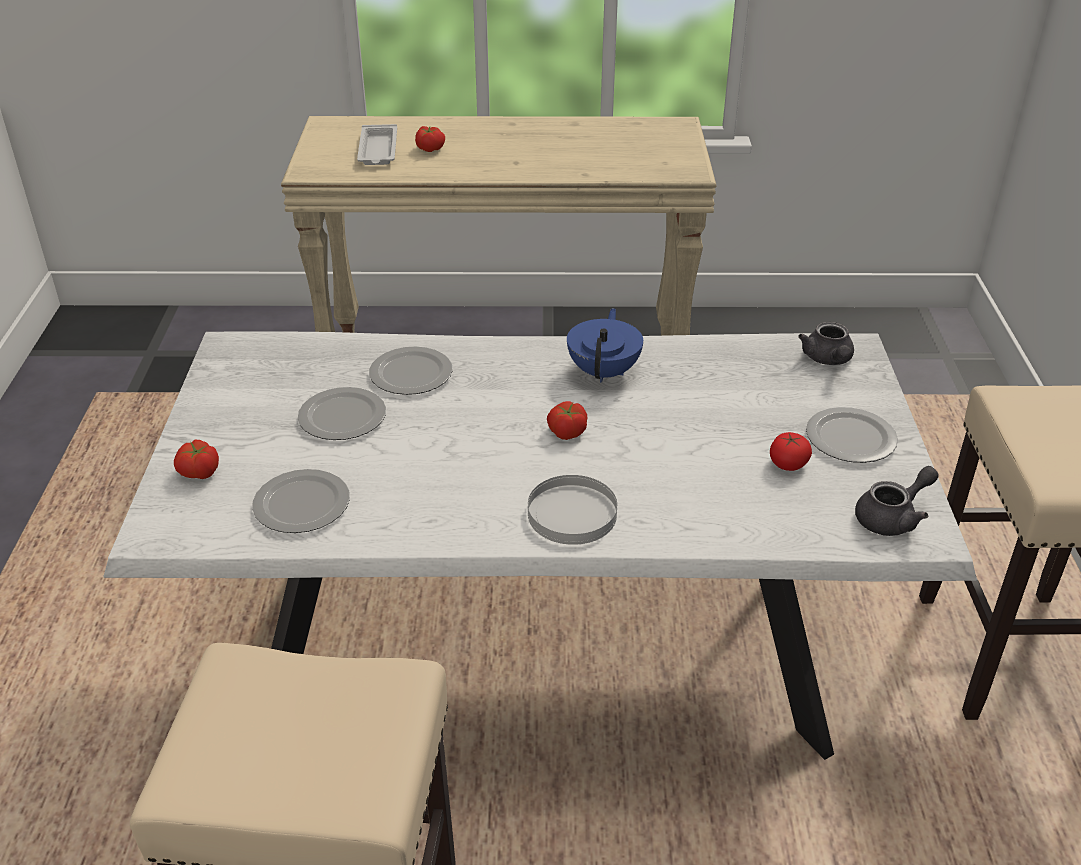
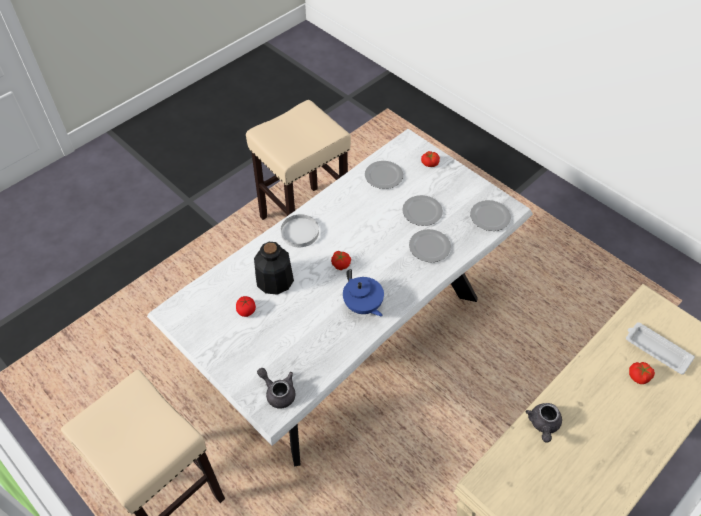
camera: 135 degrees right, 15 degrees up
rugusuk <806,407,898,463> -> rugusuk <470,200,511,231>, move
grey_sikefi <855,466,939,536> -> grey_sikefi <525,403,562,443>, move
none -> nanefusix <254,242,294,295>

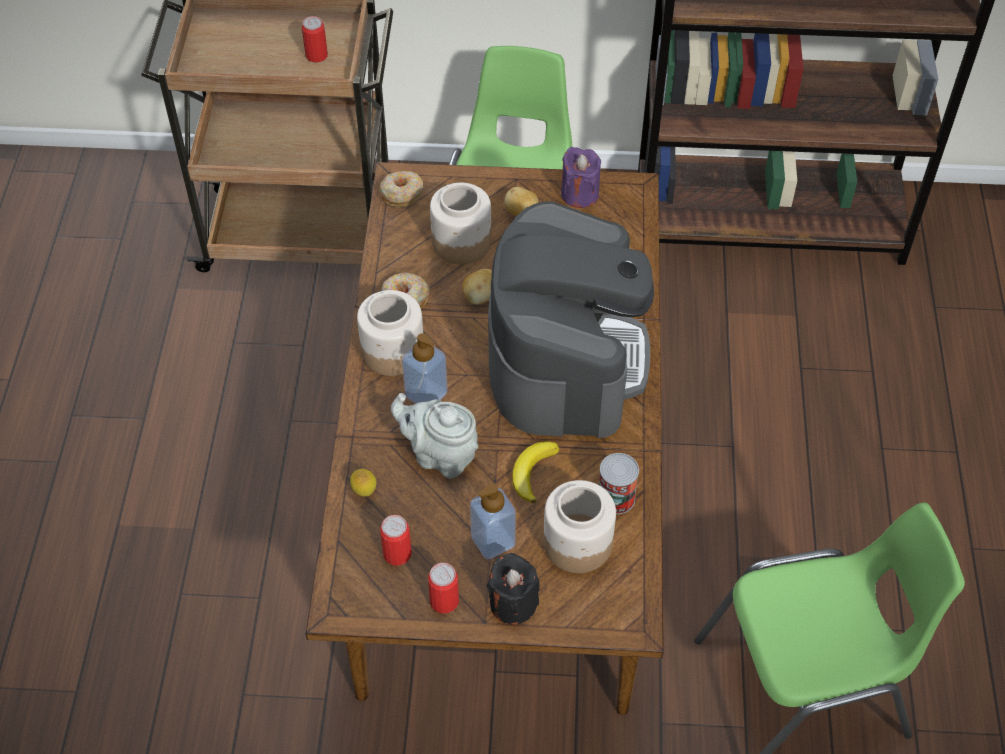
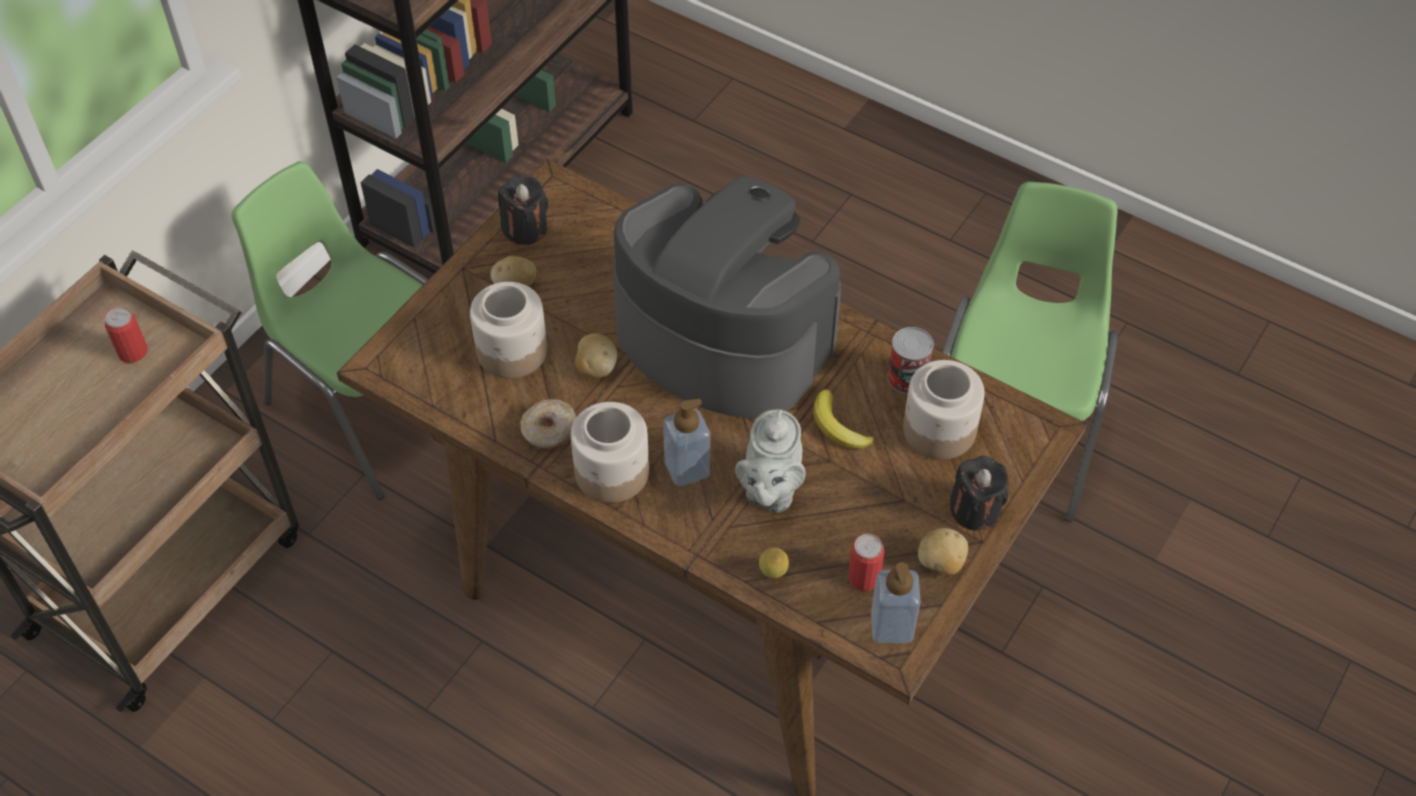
camera: 60 degrees left, 0 degrees up
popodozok <379,171,423,207> -> none
grey_sikefi <391,393,478,479> -> grey_sikefi <735,409,806,513>, 45 degrees counterclockwise
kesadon <428,563,459,614> -> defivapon <918,528,968,575>
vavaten <470,484,516,559> -> vavaten <871,562,921,643>, move
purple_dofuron <561,147,601,208> -> black_dofuron <498,177,548,245>

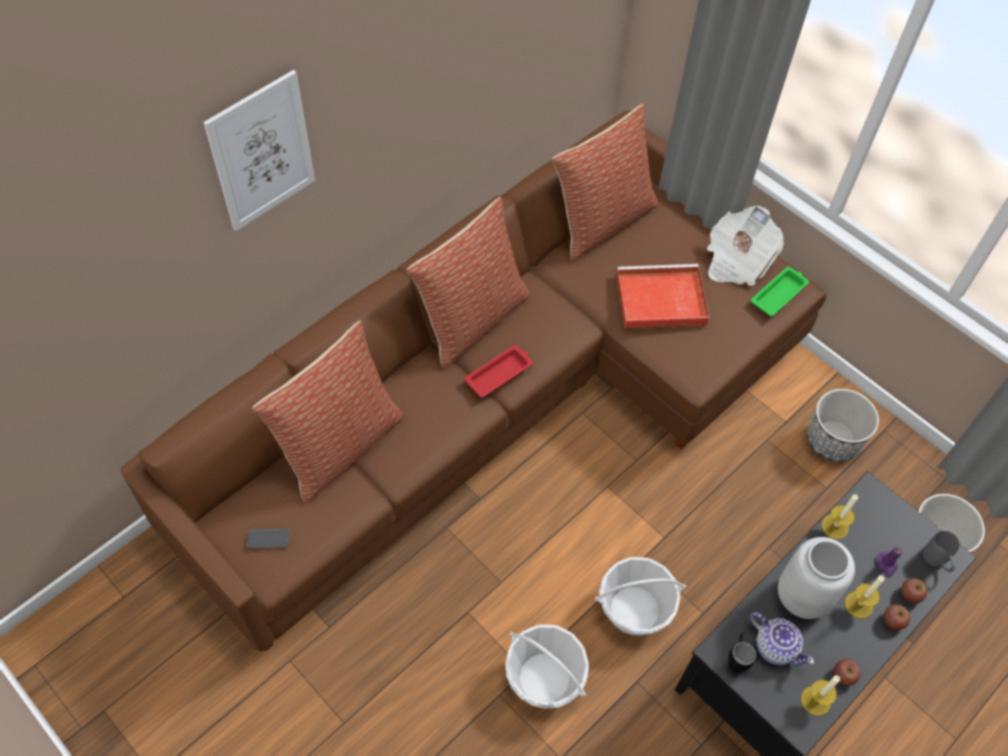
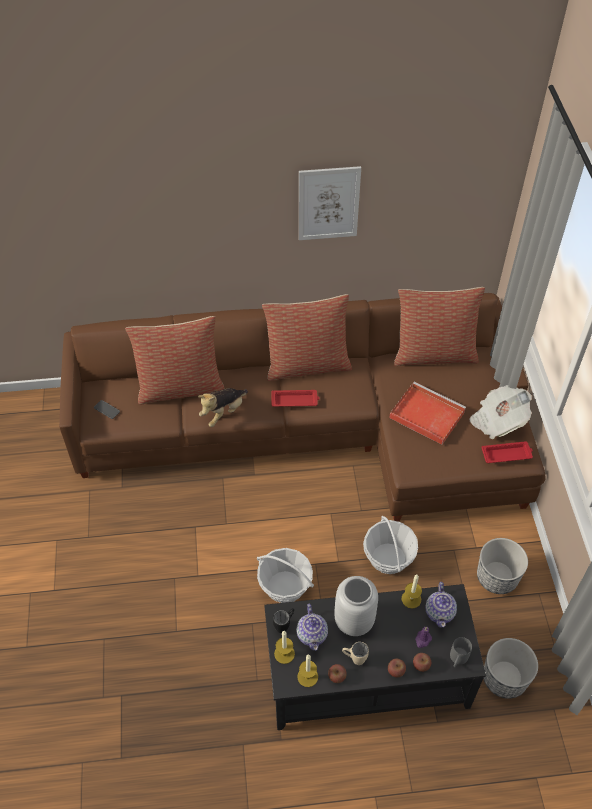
camera: 40 degrees right, 5 degrees down
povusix <203,70,315,231> -> povusix <299,166,361,240>, move
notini <505,625,589,709> -> notini <363,516,418,574>, move
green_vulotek <750,267,809,316> -> red_vulotek <482,441,533,463>
dofuron <845,575,884,618> -> dofuron <274,631,295,664>, move
none -> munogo <198,388,248,427>
none -> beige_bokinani <342,642,369,665>
none -> sikefi <425,582,457,628>

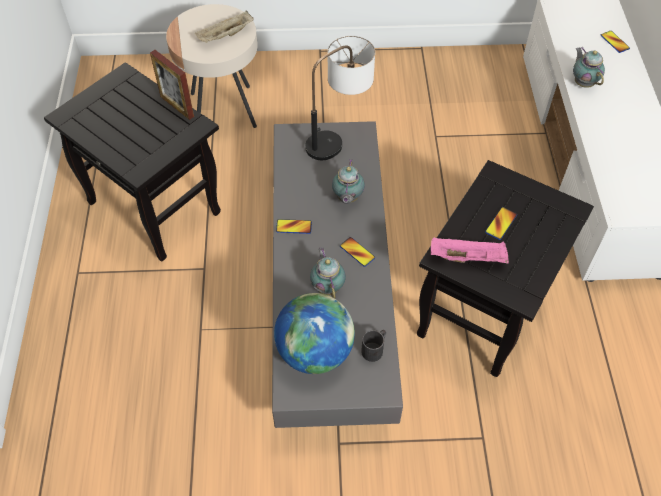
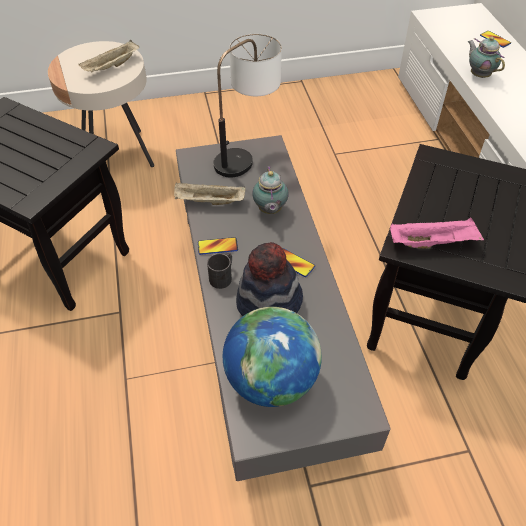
camera: 10 degrees left, 5 degrees down
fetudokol <150,50,194,120> -> none
sikefi <310,247,346,298> -> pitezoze <236,242,303,316>
black_bokinani <361,330,386,362> -> black_bokinani <207,253,232,289>, move
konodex <485,207,517,240> -> none
none -> beige_vulotek <174,183,245,205>

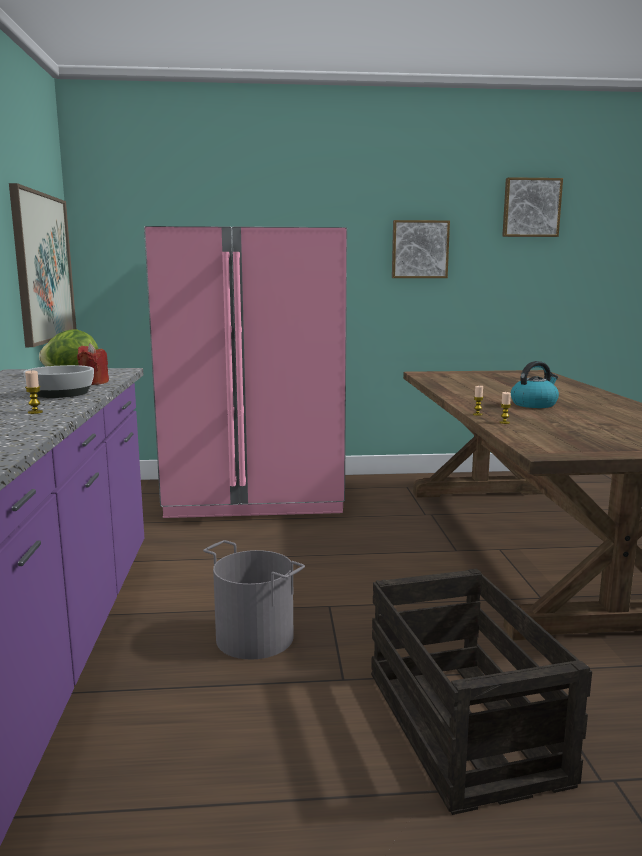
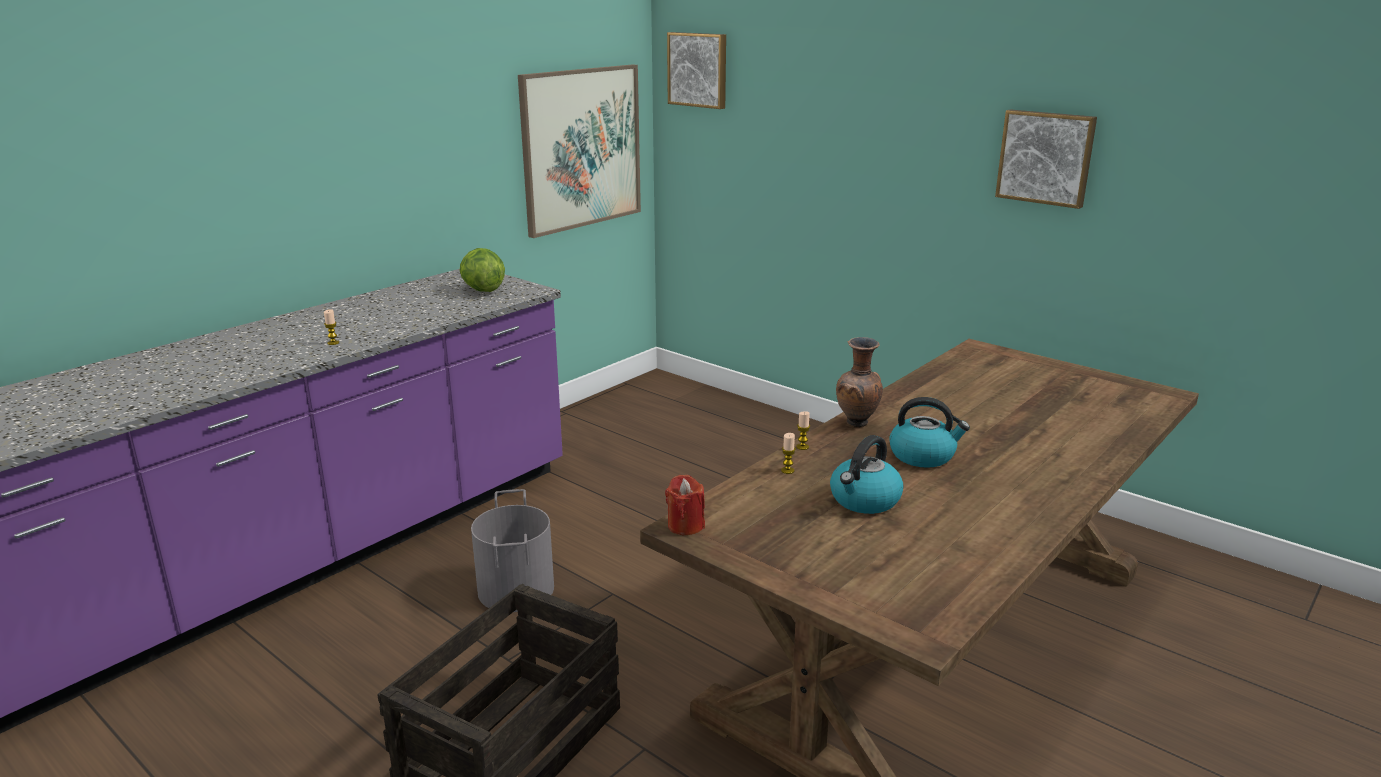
camera: 45 degrees right, 10 degrees up
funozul <23,365,94,398> -> none
red_dofuron <77,343,109,385> -> red_dofuron <665,475,705,535>, move
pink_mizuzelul <144,226,347,518> -> none
povusix <502,177,563,237> -> povusix <667,32,726,109>, move
none -> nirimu <830,435,904,514>
none -> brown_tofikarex <836,337,883,428>

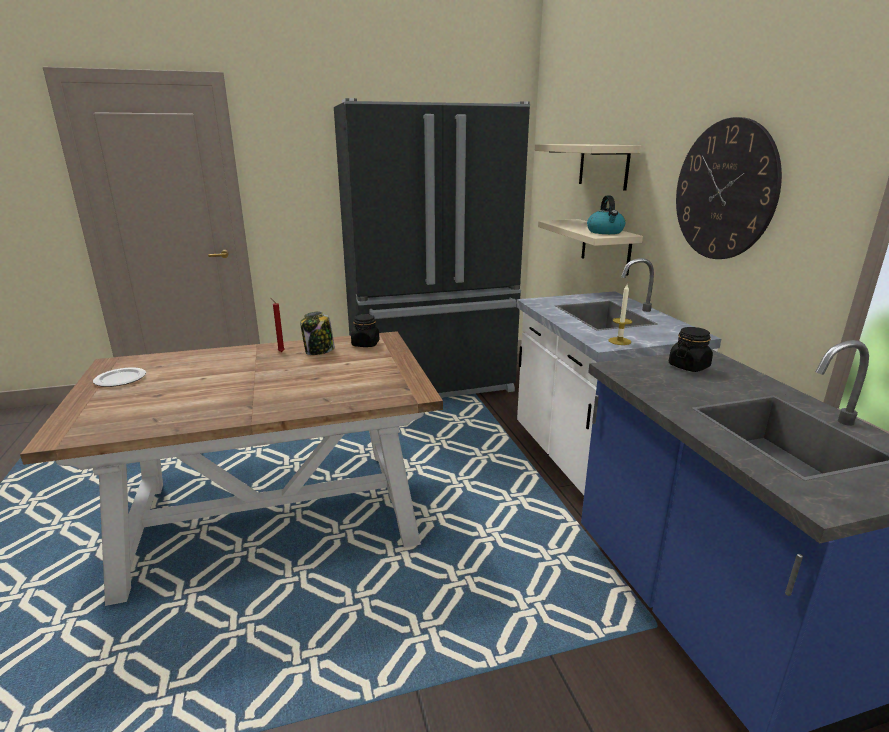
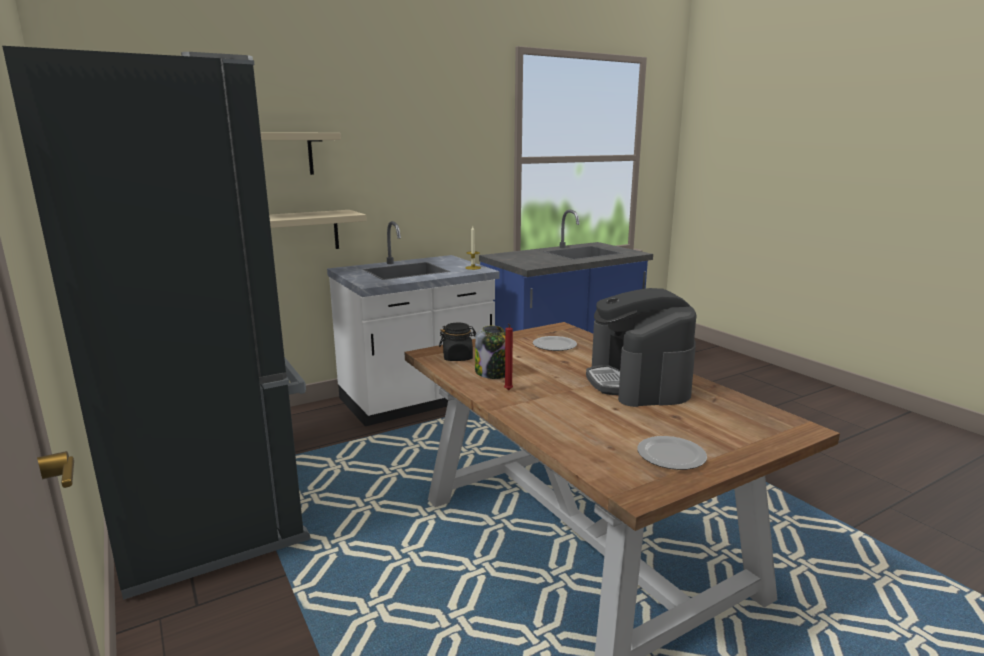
camera: 105 degrees left, 5 degrees down
nirimu <587,196,625,234> -> none
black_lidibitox <669,327,713,372> -> none
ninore <676,117,782,259> -> none
none -> rugusuk <533,336,577,351>
none -> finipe <586,288,697,407>

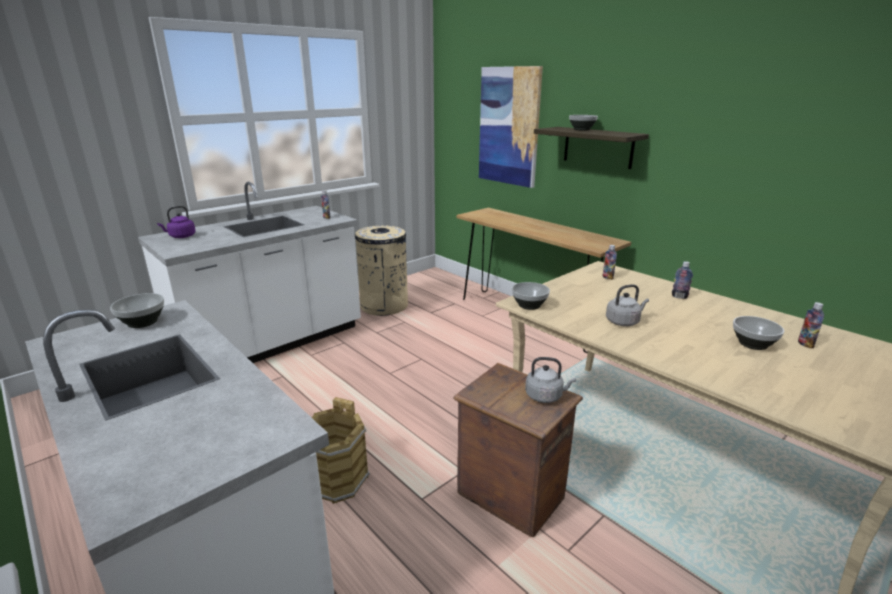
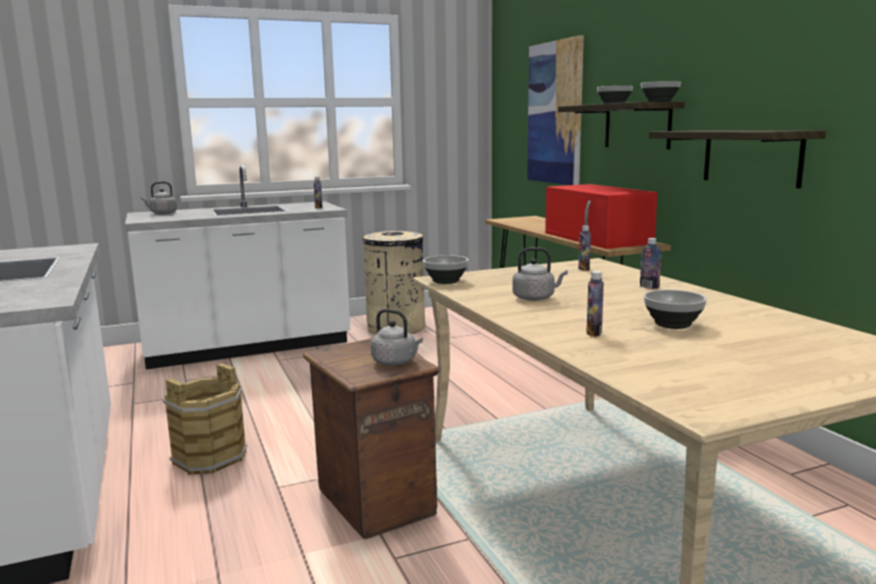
camera: 20 degrees right, 10 degrees down
funozul <110,293,164,328> -> funozul <641,81,681,102>, move
purple_nirimu <157,206,196,238> -> grey_nirimu <141,182,177,214>
nanefusix <798,302,824,348> -> nanefusix <586,271,604,337>, move
none -> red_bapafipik <545,184,658,249>
none -> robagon <649,130,826,188>

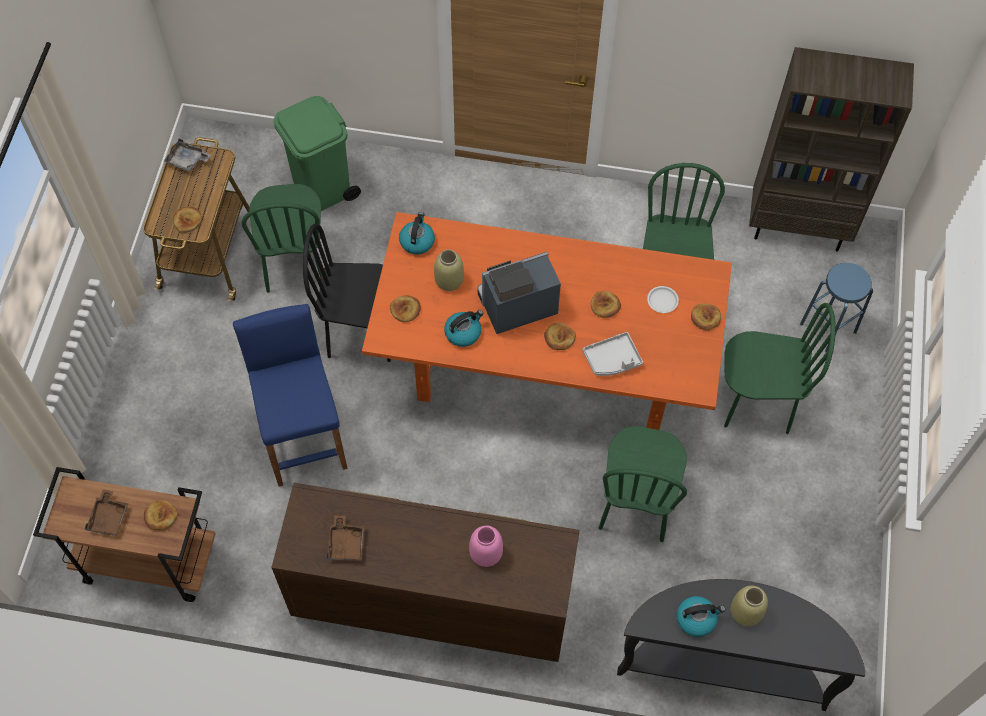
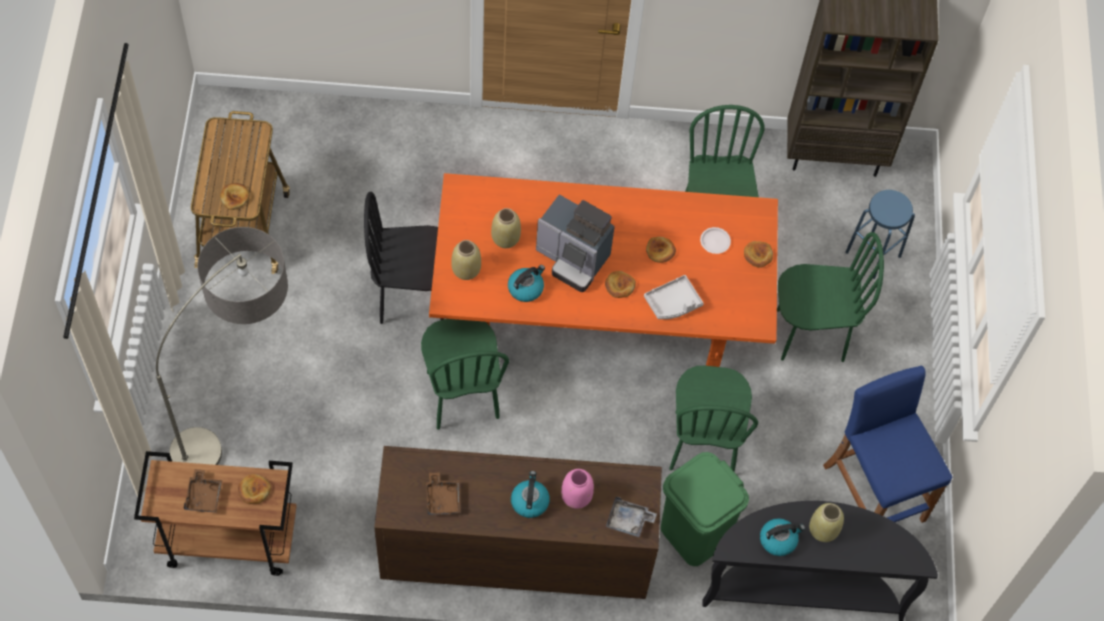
camera: 10 degrees left, 0 degrees up
grey_vulotek <164,138,211,172> -> grey_vulotek <606,497,657,537>, move
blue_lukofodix <233,304,348,487> -> blue_lukofodix <823,365,952,523>, move
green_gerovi <242,184,321,293> -> green_gerovi <421,319,509,430>, move
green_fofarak <273,96,361,211> -> green_fofarak <661,452,749,566>, move
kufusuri <390,295,421,322> -> beige_tofikarex <451,240,481,280>
nirimu <399,212,435,255> -> nirimu <511,471,550,518>, move
finipe <478,252,561,334> -> finipe <536,194,615,292>, 120 degrees counterclockwise
none -> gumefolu <156,227,288,465>

